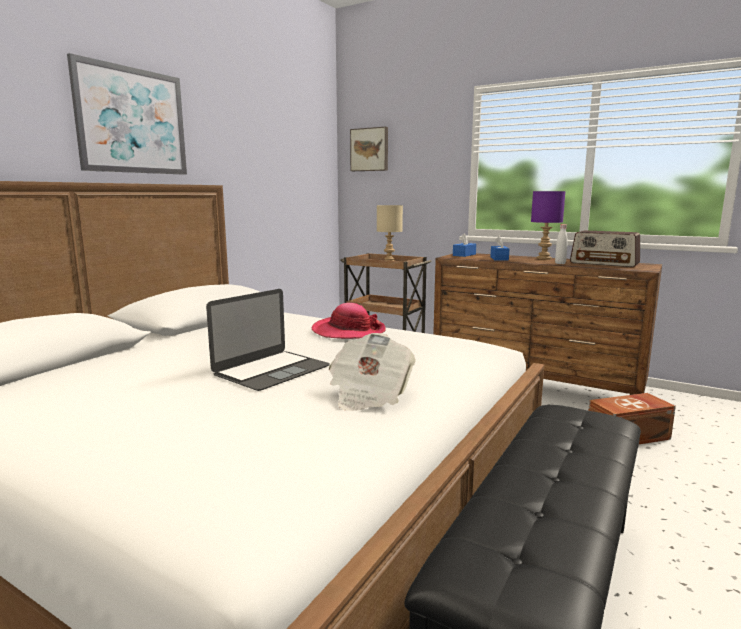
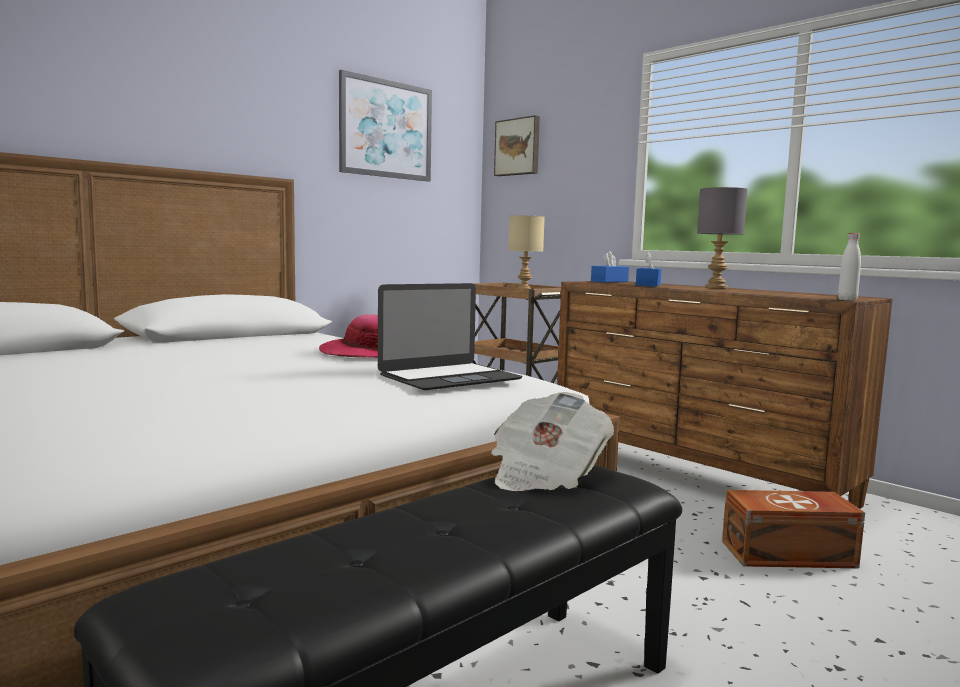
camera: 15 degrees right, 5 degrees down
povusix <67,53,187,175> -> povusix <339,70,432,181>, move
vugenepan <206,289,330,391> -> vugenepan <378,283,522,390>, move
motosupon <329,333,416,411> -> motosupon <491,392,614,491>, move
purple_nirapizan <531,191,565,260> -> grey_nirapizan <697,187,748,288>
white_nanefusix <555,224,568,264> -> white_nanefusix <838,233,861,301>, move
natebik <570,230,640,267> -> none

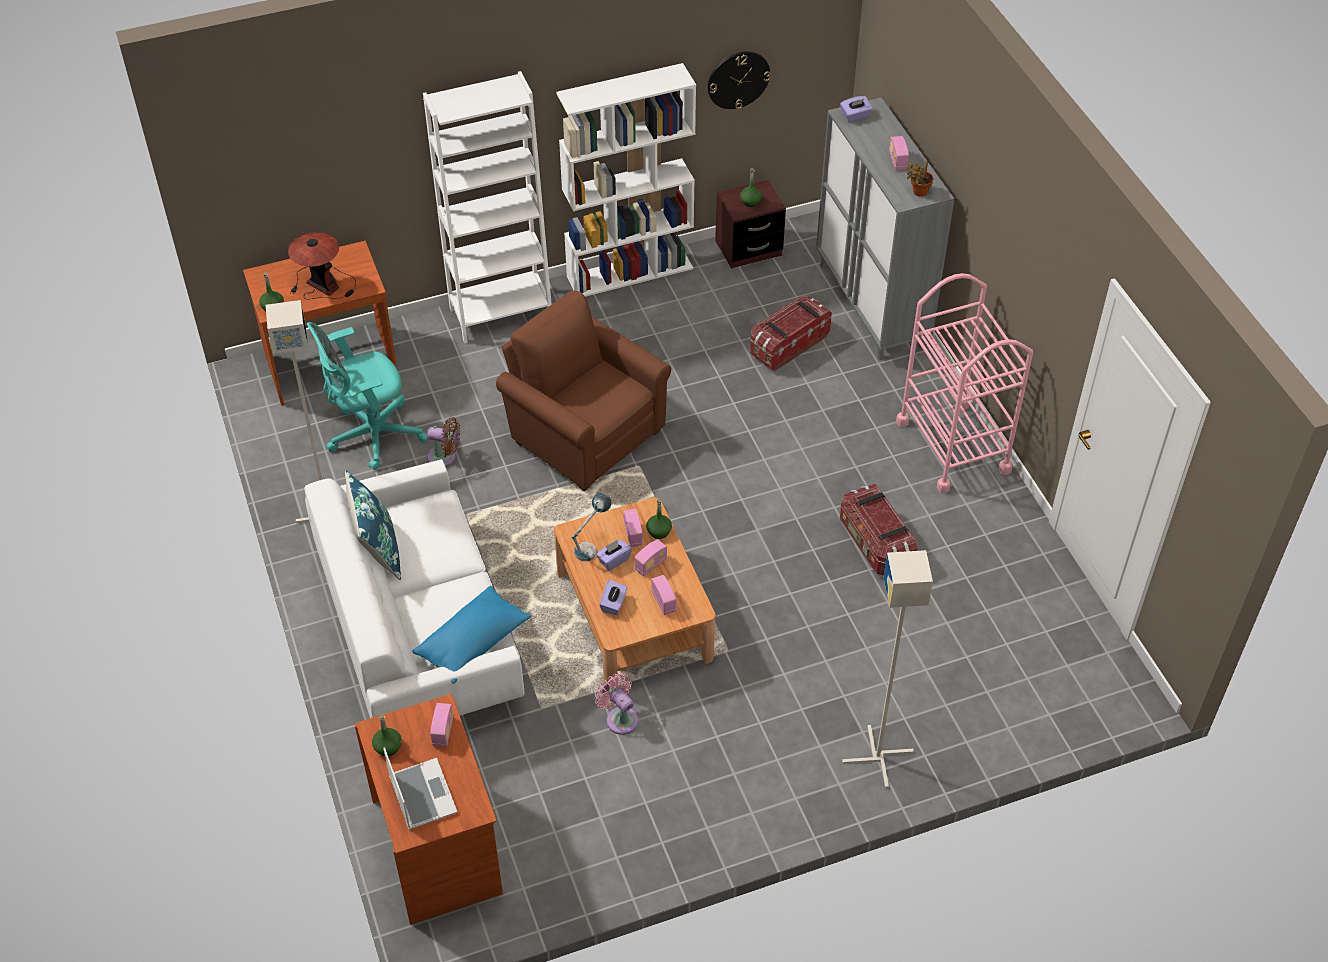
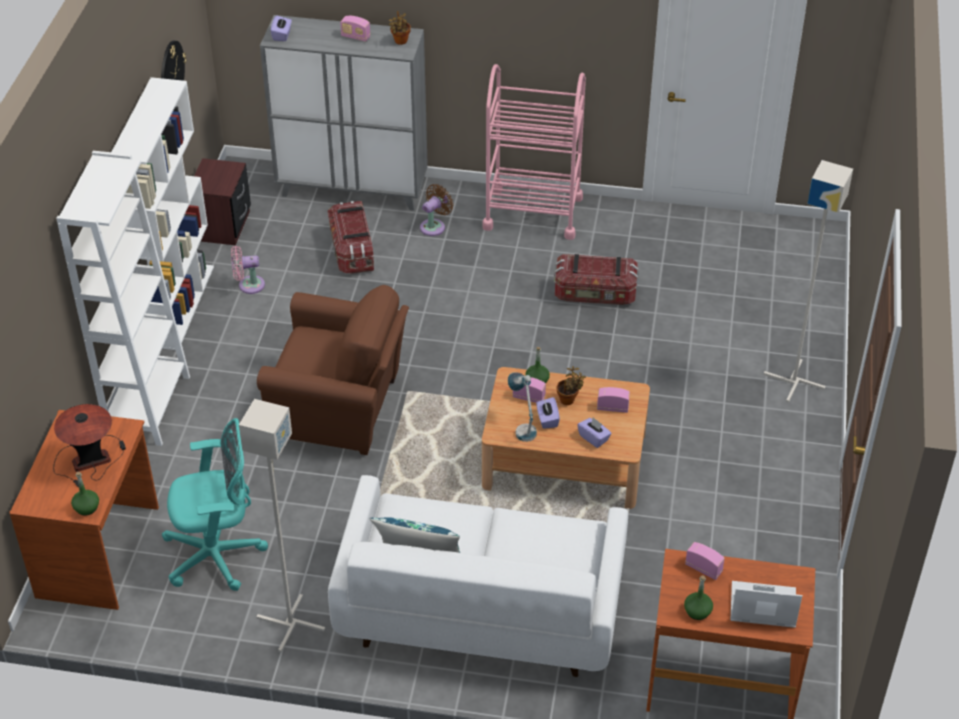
camera: 60 degrees left, 5 degrees down
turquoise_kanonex <307,322,428,470> -> turquoise_kanonex <162,418,268,591>, 105 degrees counterclockwise
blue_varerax <412,586,531,684> -> none
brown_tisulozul <427,417,460,467> -> brown_tisulozul <420,184,453,236>, move
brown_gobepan <496,291,671,491> -> brown_gobepan <257,285,409,455>, 150 degrees counterclockwise
pink_tisulozul <594,672,638,735> -> pink_tisulozul <231,246,265,294>, move
natebik <634,539,667,576> -> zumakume <557,366,586,405>
green_nanefusix <740,168,762,207> -> none

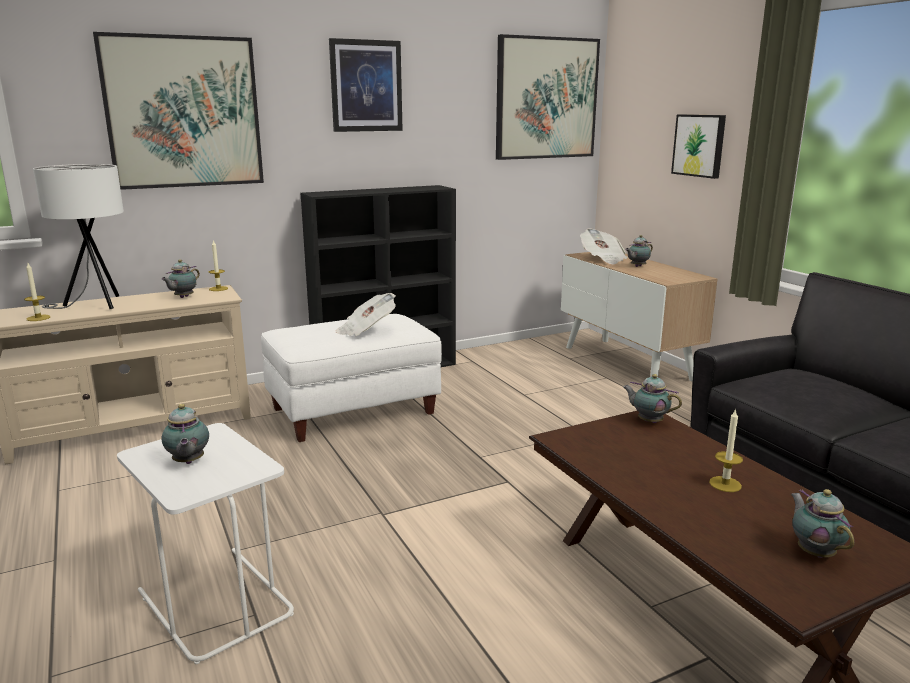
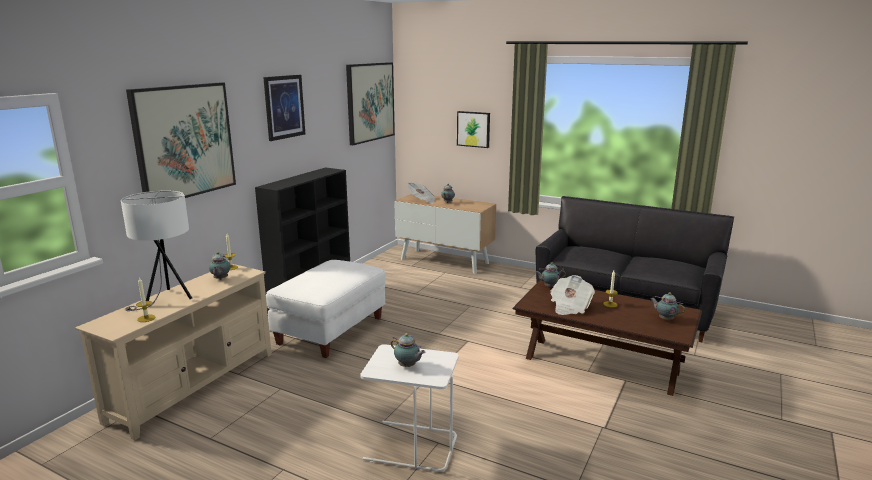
camera: 35 degrees left, 0 degrees up
motosupon <336,293,396,336> -> motosupon <550,275,595,315>, move

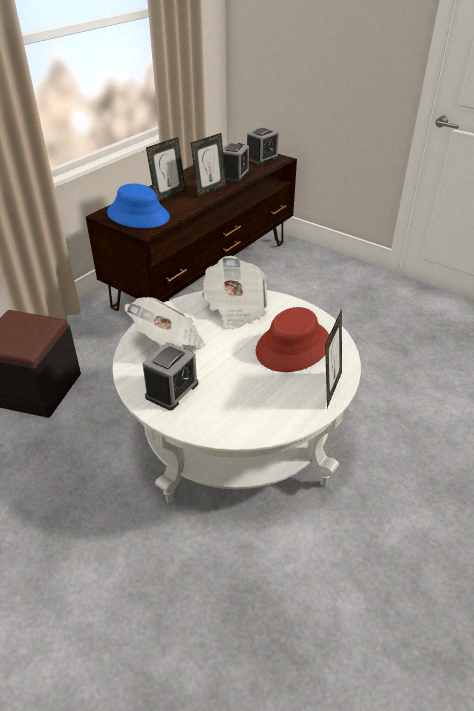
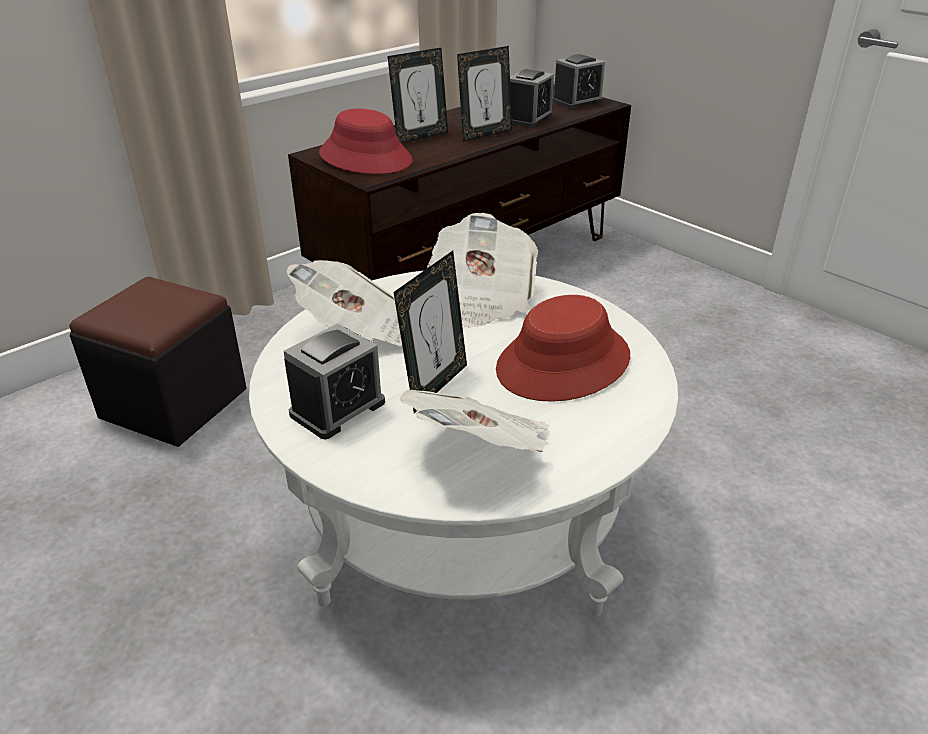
camera: 10 degrees right, 5 degrees down
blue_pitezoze <107,184,170,228> -> red_pitezoze <319,109,413,174>
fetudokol <325,309,342,408> -> fetudokol <393,251,467,413>, move
none -> motosupon <400,390,549,452>

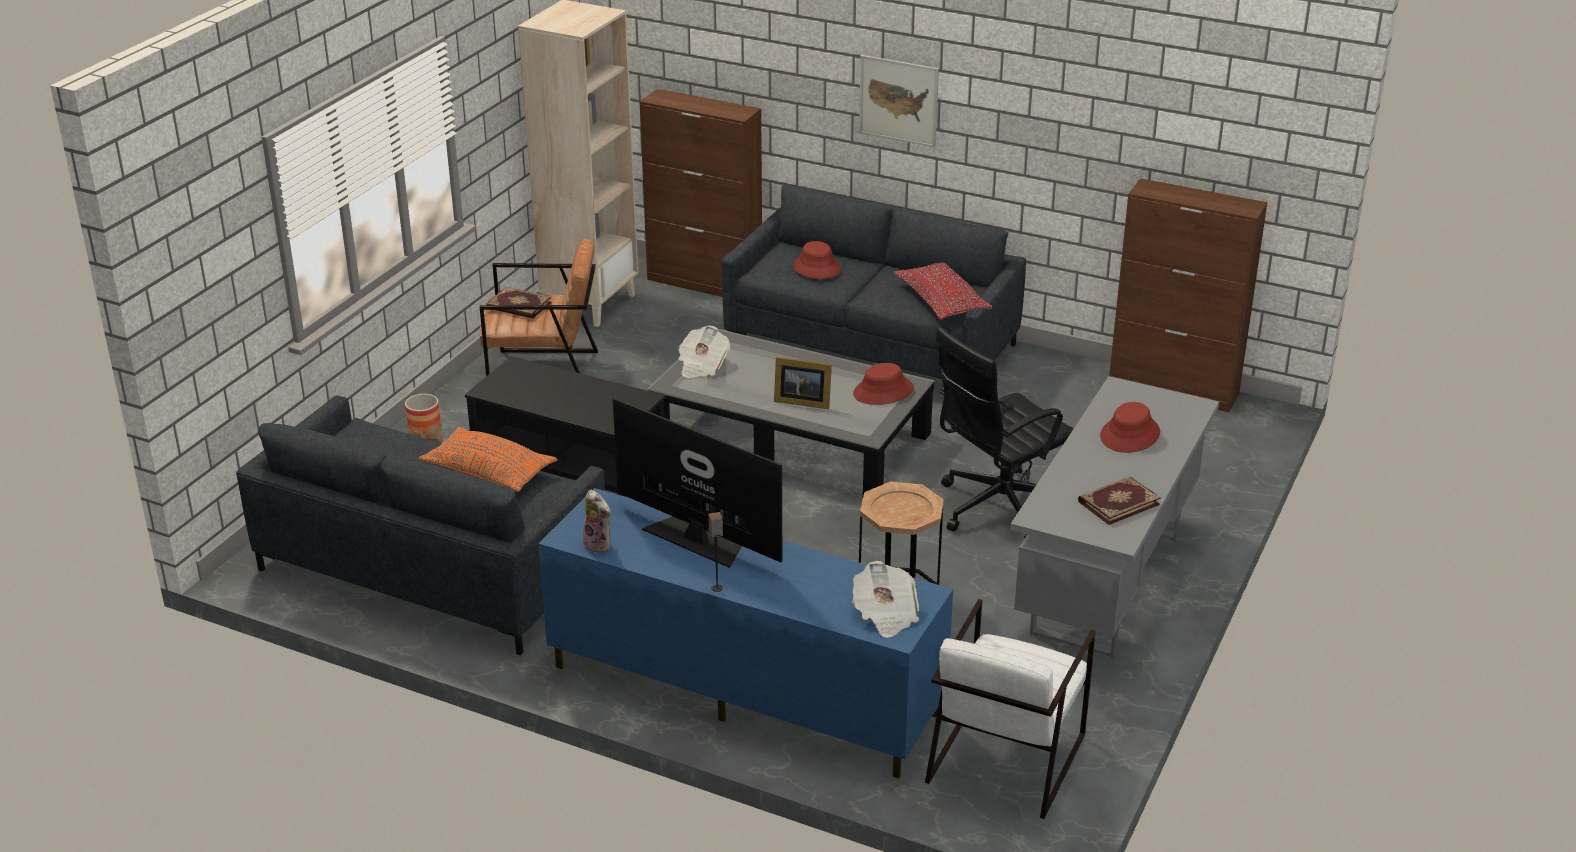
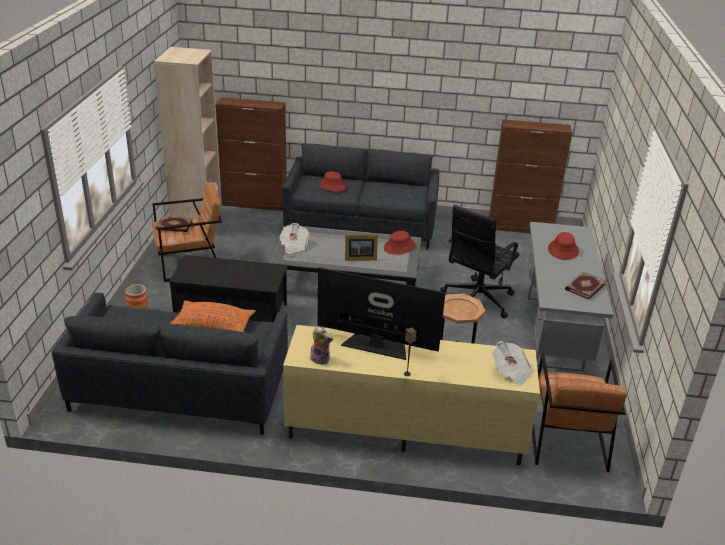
camera: 20 degrees left, 0 degrees up
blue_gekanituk <538,488,953,779> -> beige_gekanituk <283,325,540,465>
povusix <859,55,939,147> -> none
red_varerax <894,262,993,320> -> none
white_gobepan <925,599,1096,819> -> brown_gobepan <532,353,627,472>

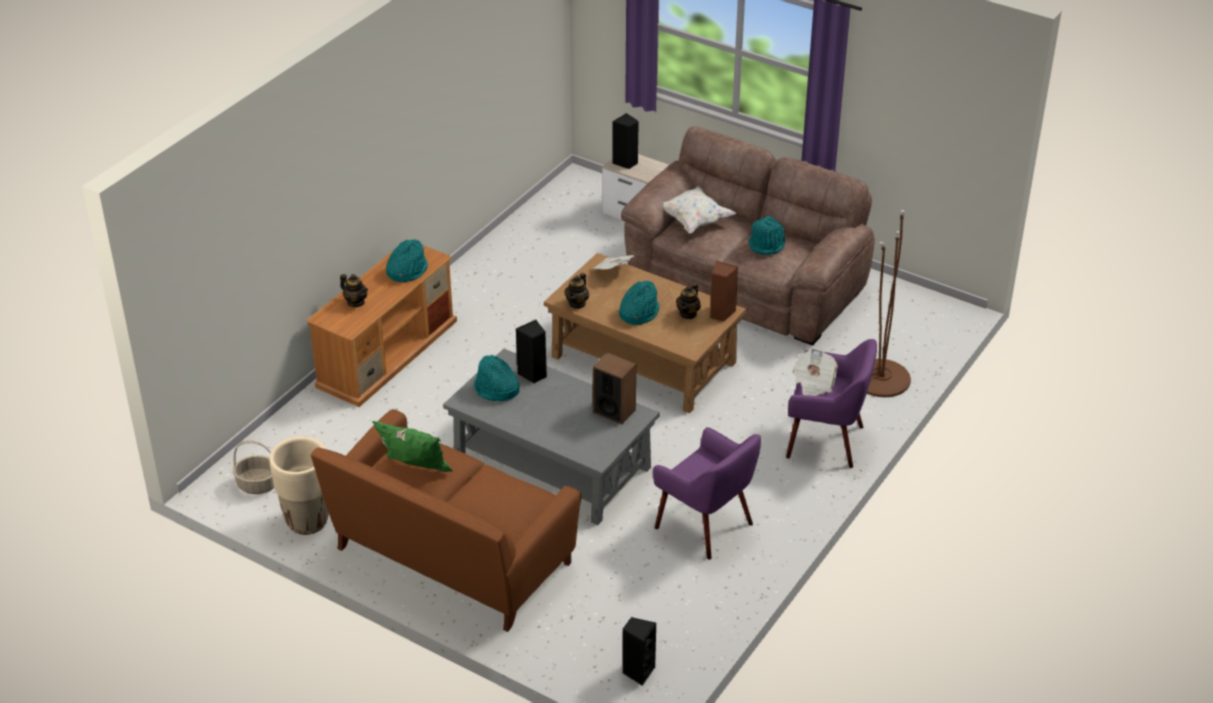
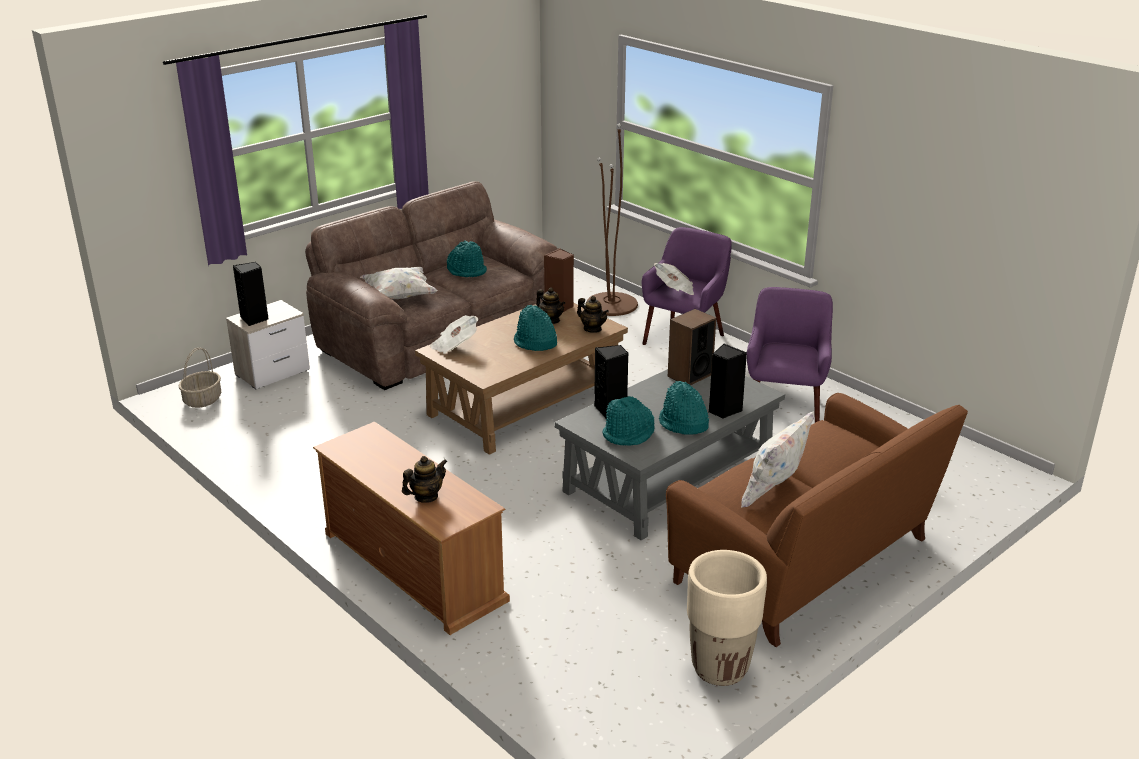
camera: 75 degrees left, 10 degrees down
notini <233,441,274,494> -> notini <179,348,221,408>, move
green_varerax <372,421,453,472> -> white_varerax <741,411,814,508>
turquoise_pitezoze <386,239,428,282> -> turquoise_pitezoze <659,381,709,435>, move
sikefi <565,273,589,309> -> sikefi <577,296,609,333>, move
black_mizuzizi <622,617,656,686> -> black_mizuzizi <709,343,747,418>, move
purple_gobepan <653,427,761,560> -> purple_gobepan <747,287,833,423>, 45 degrees counterclockwise

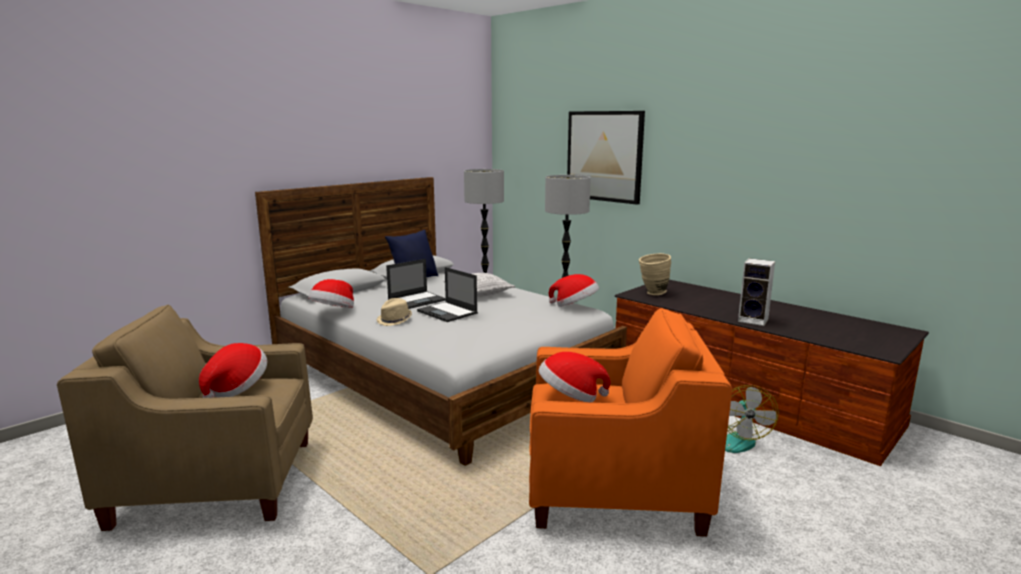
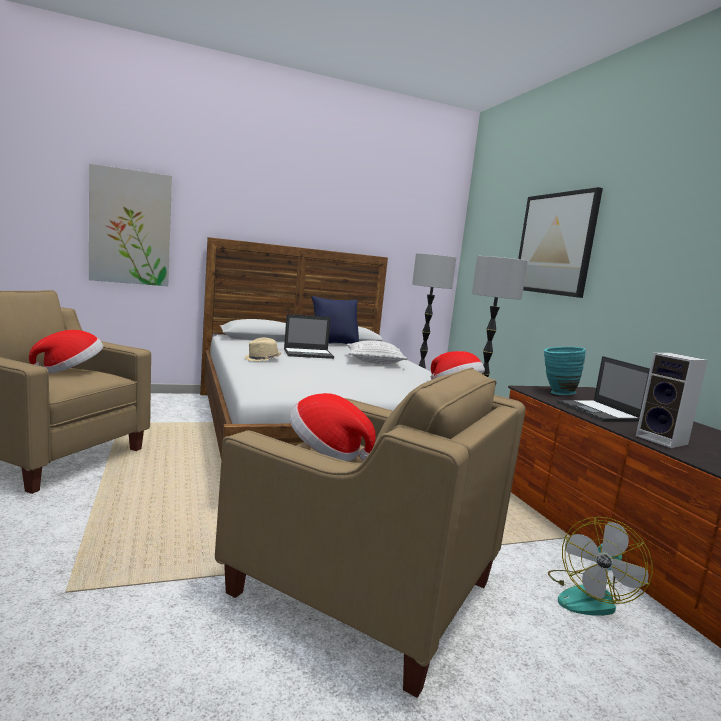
camera: 25 degrees right, 5 degrees down
pitezoze <308,279,354,308> -> none
vugenepan <417,267,478,322> -> vugenepan <557,356,650,422>, move
orange_gobepan <529,308,732,537> -> beige_gobepan <215,368,525,698>
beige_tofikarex <639,253,671,295> -> turquoise_tofikarex <544,347,586,395>
none -> povusix <89,164,172,286>

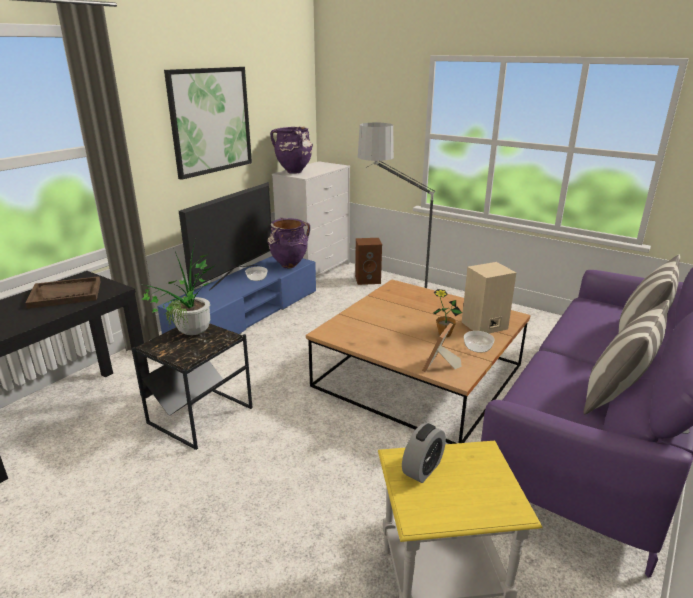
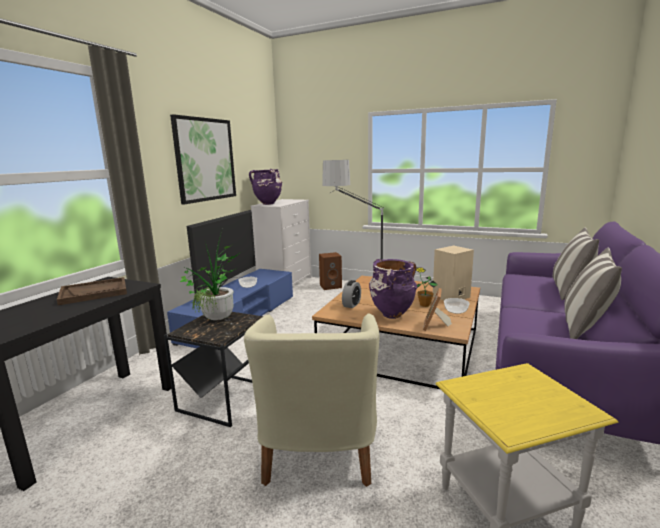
camera: 10 degrees left, 10 degrees down
purple_tofikarex <268,218,310,268> -> purple_tofikarex <369,259,417,319>, move
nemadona <402,423,446,483> -> nemadona <342,280,361,308>, move
none -> beige_gobepan <244,314,379,487>

